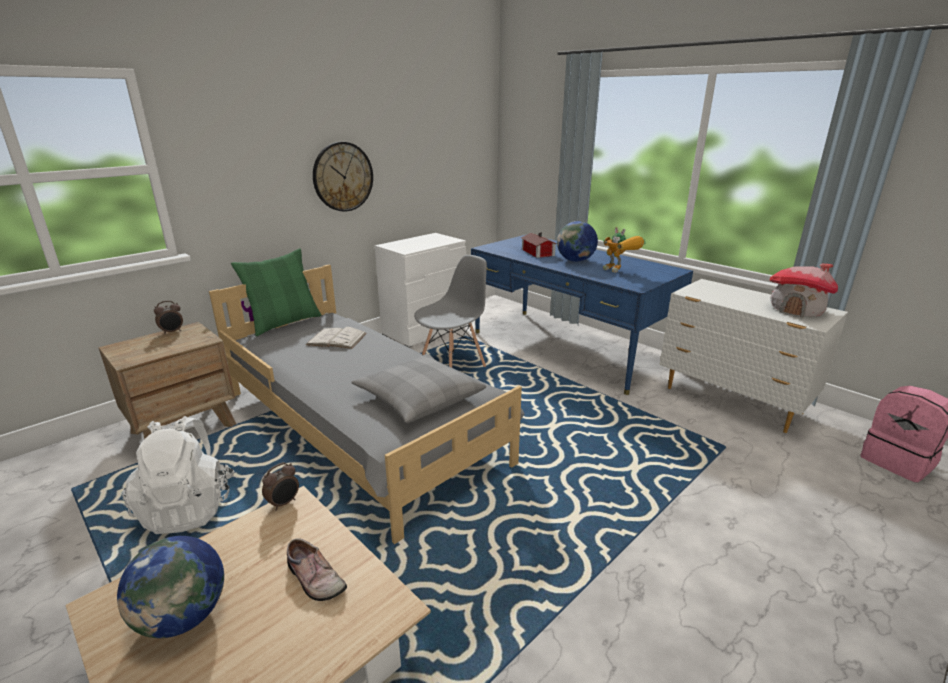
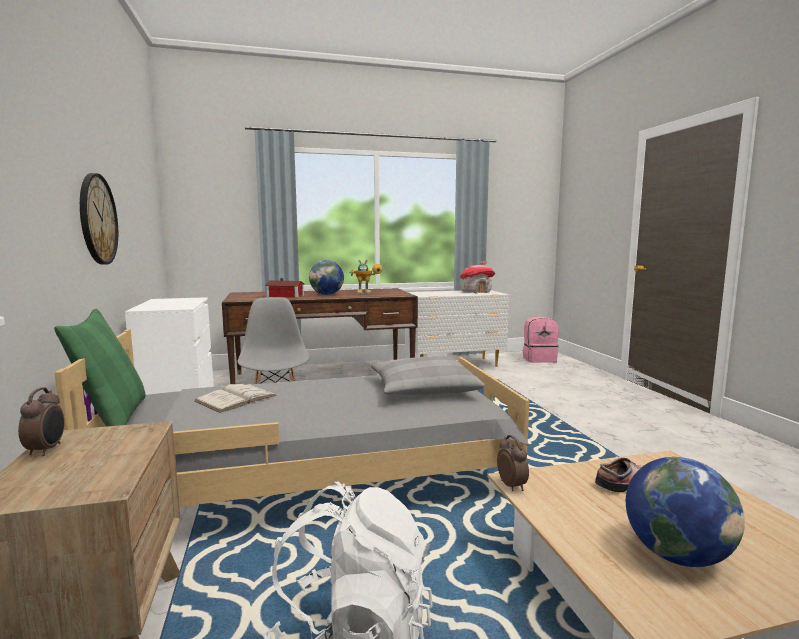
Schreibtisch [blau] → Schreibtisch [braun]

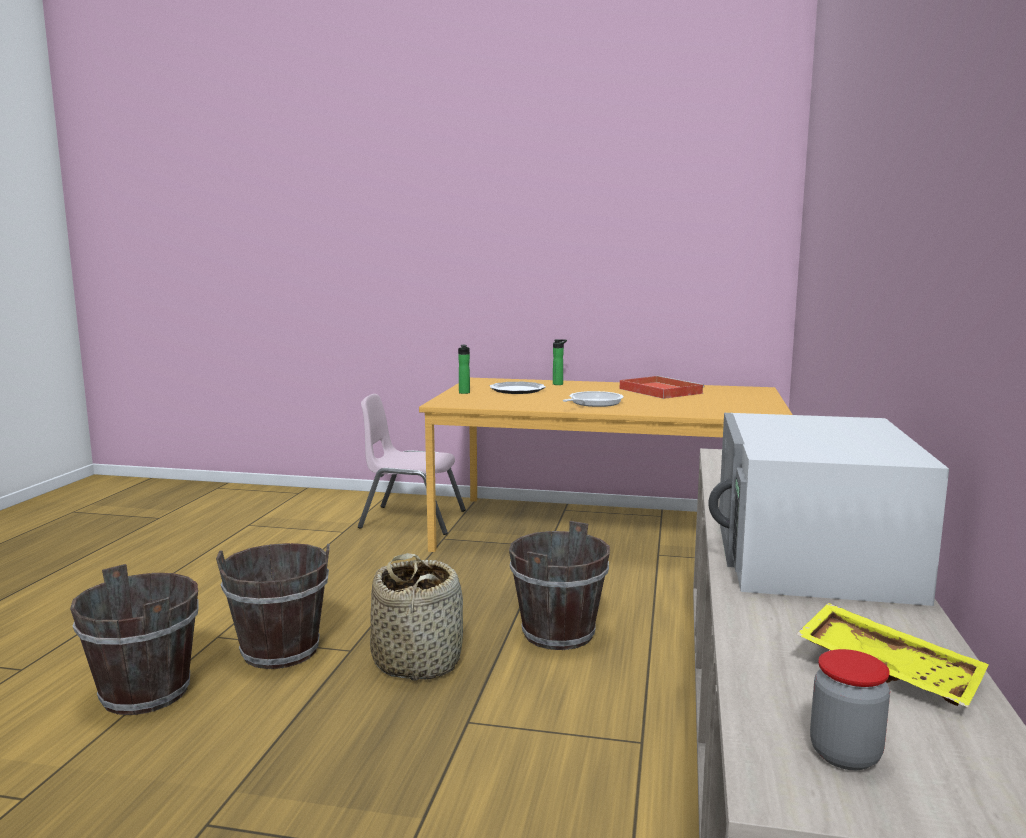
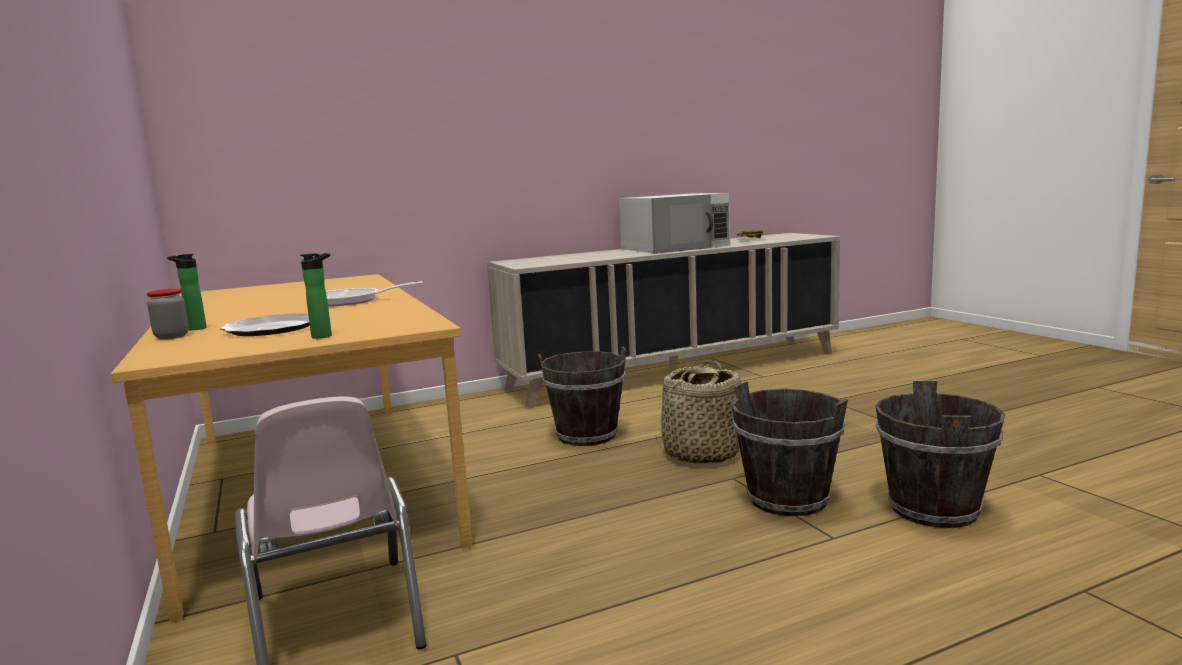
Tablett [rot] → -
Vorratsglas, shifted

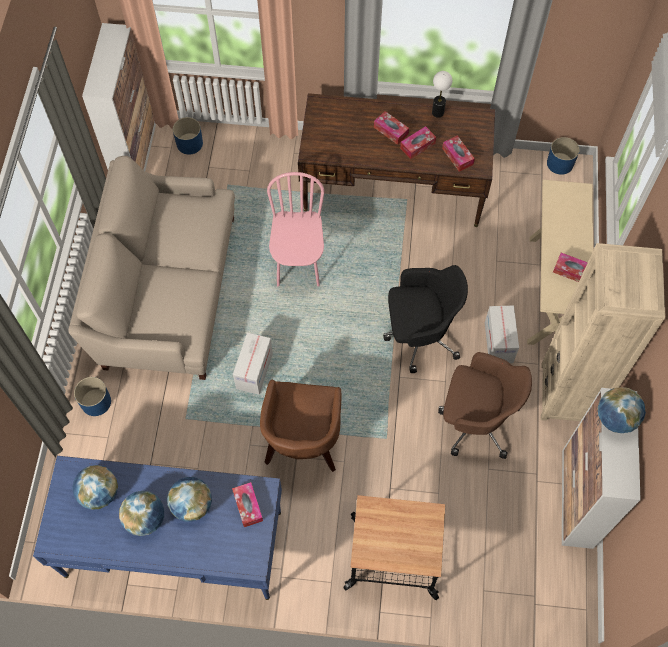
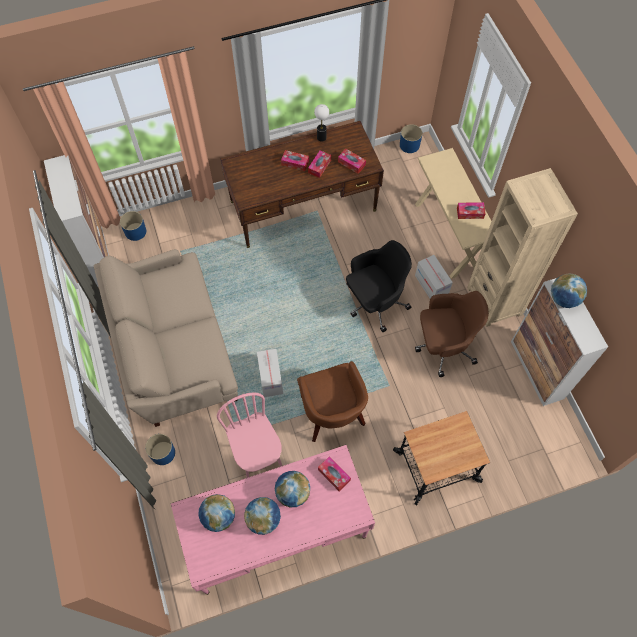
Stuhl [rosa], shifted
Schreibtisch [blau] → Schreibtisch [rosa]

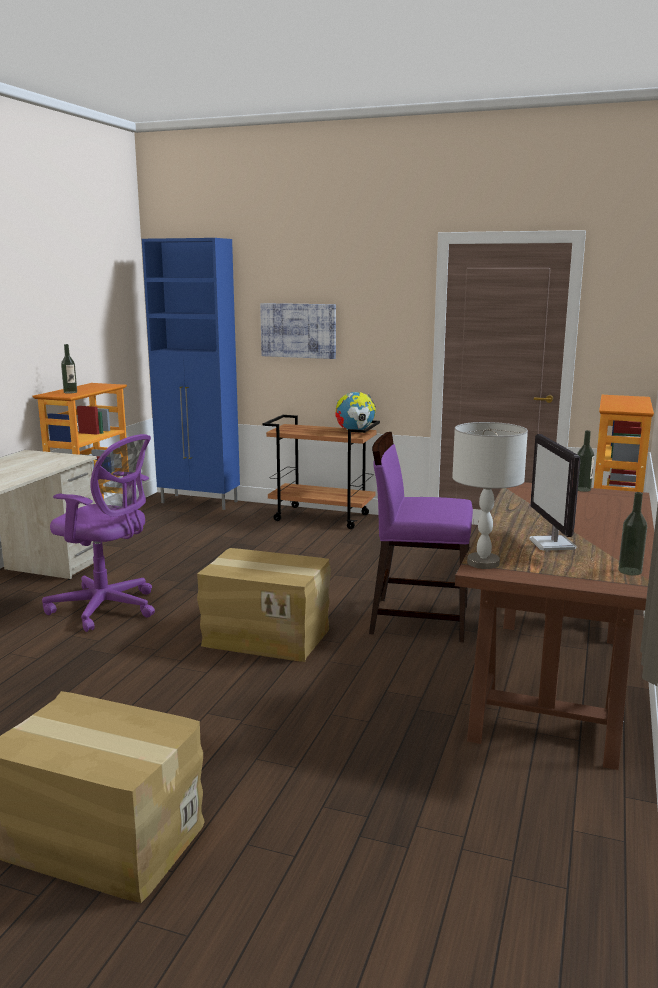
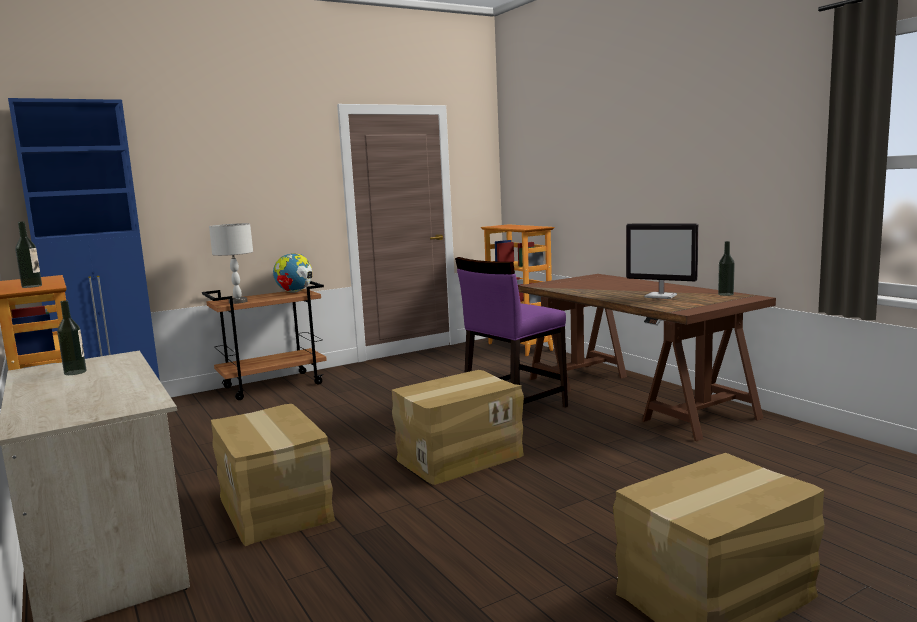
Bild → -
Tischlampe [grau], shifted
Flasche (no. 2 from left), shifted
Bürostuhl [lila] → Karton (no. 1 from left)

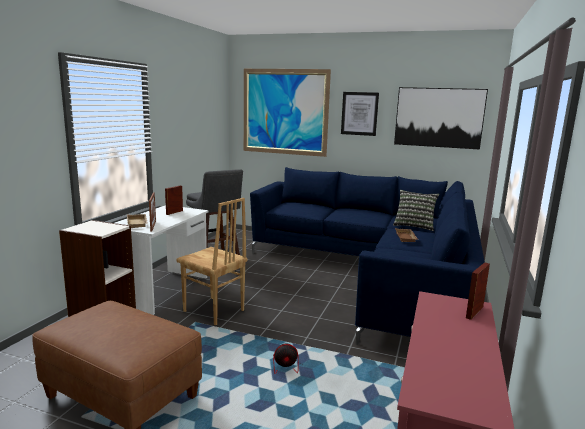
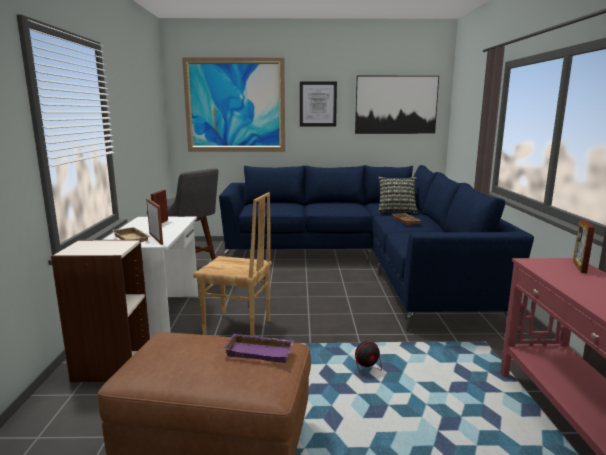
- → Tablett [lila]

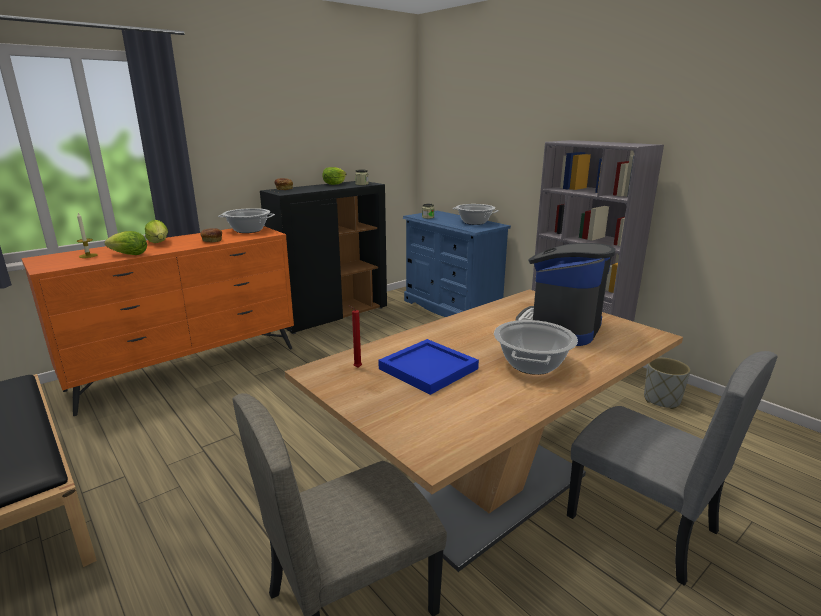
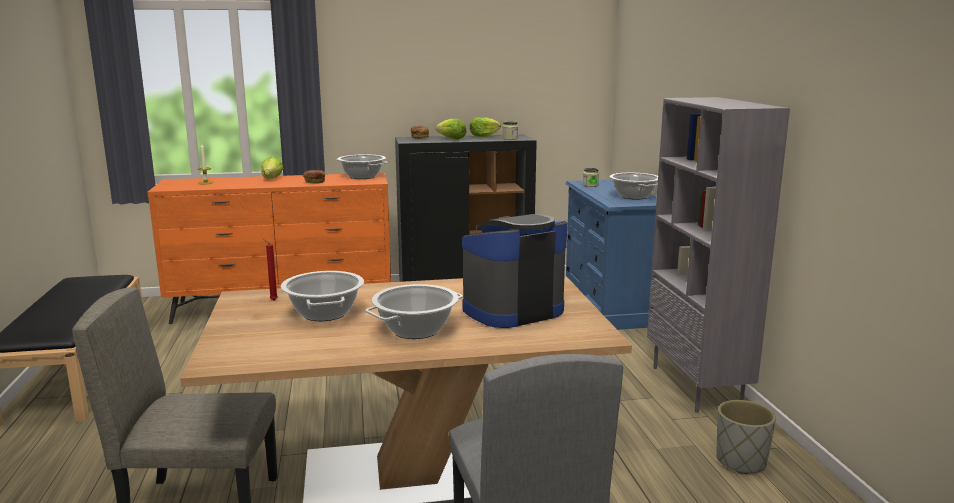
Salatkopf (no. 1 from left in the first image) → Salatkopf (no. 2 from left), shifted
Tablett [blau] → Kochtopf (no. 1 from left)

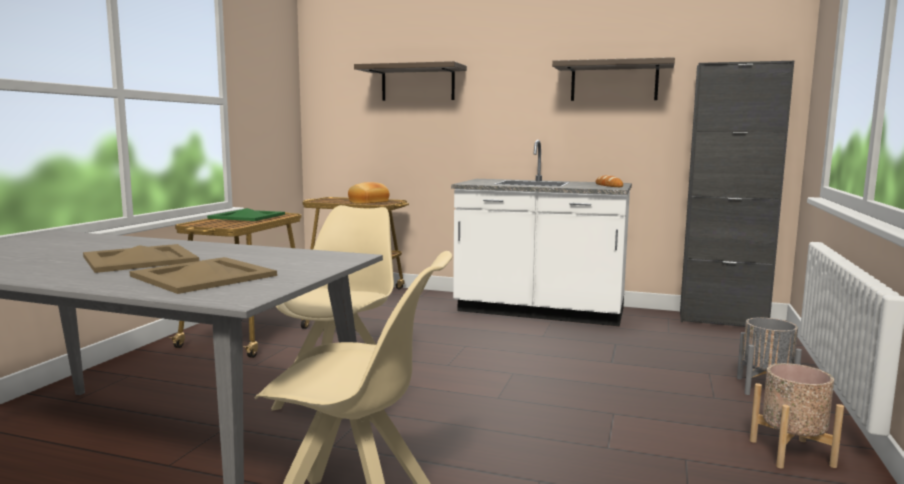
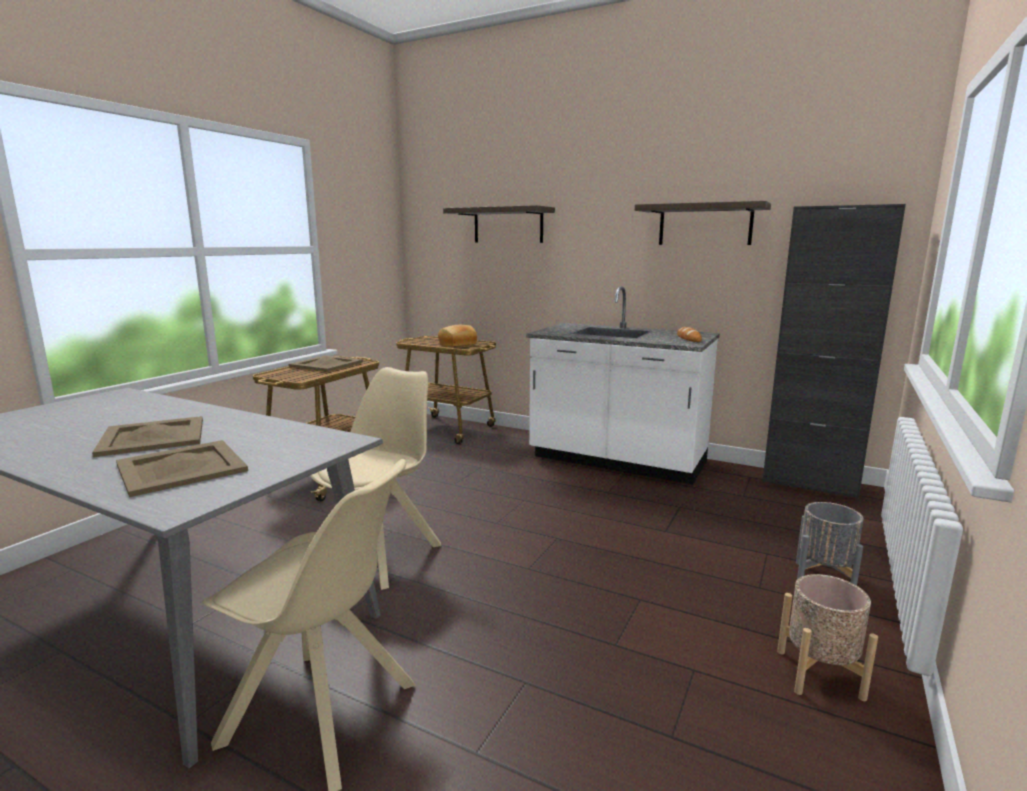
Tablett [grün] → Tablett [beige] (no. 3 from left)

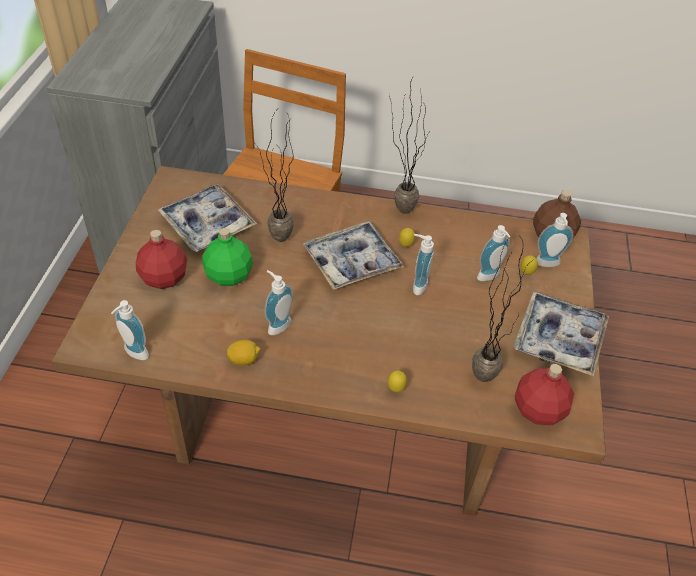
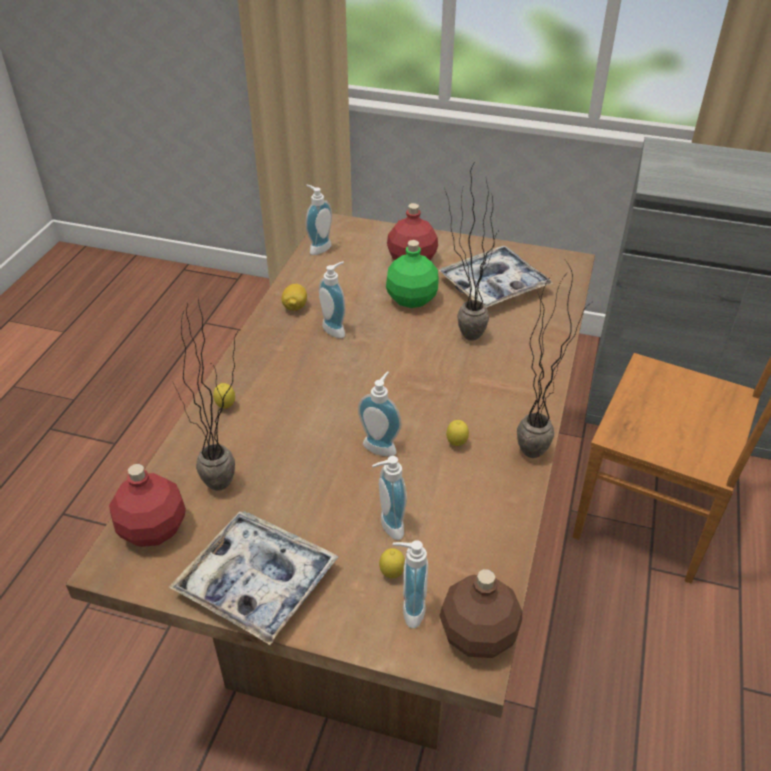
Tablett (no. 2 from left) → -

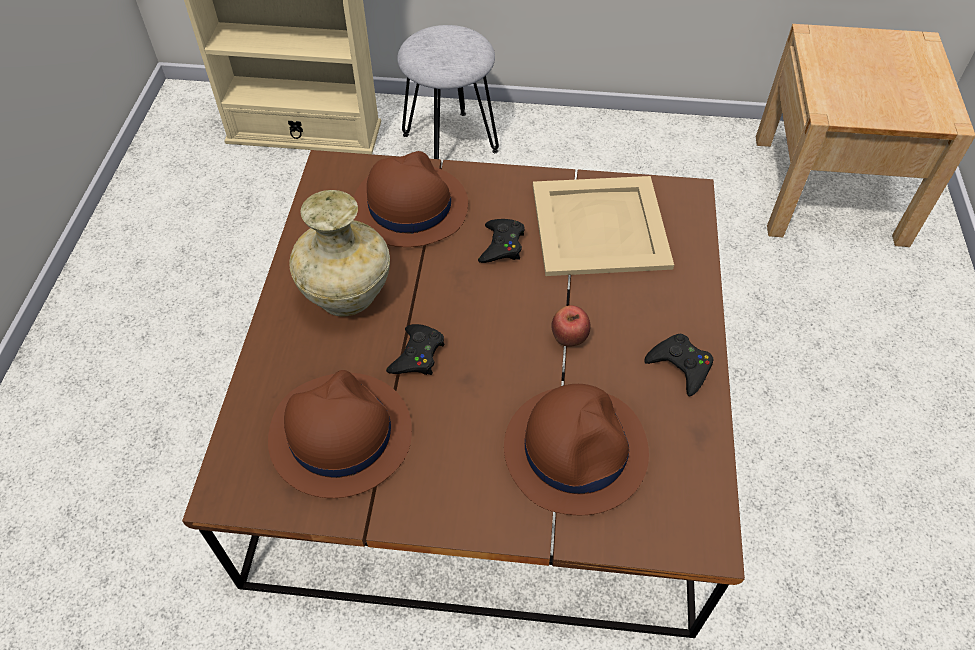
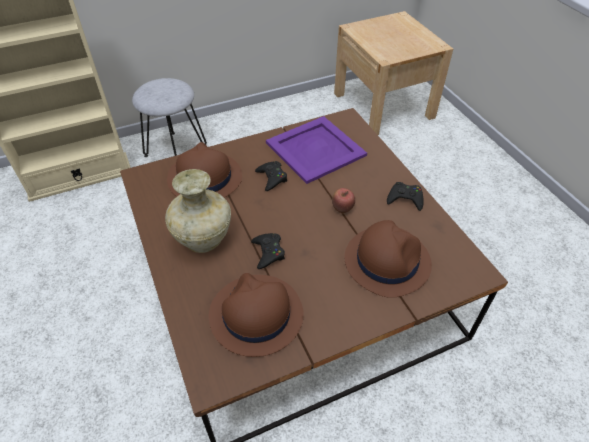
Tablett [beige] → Tablett [lila]

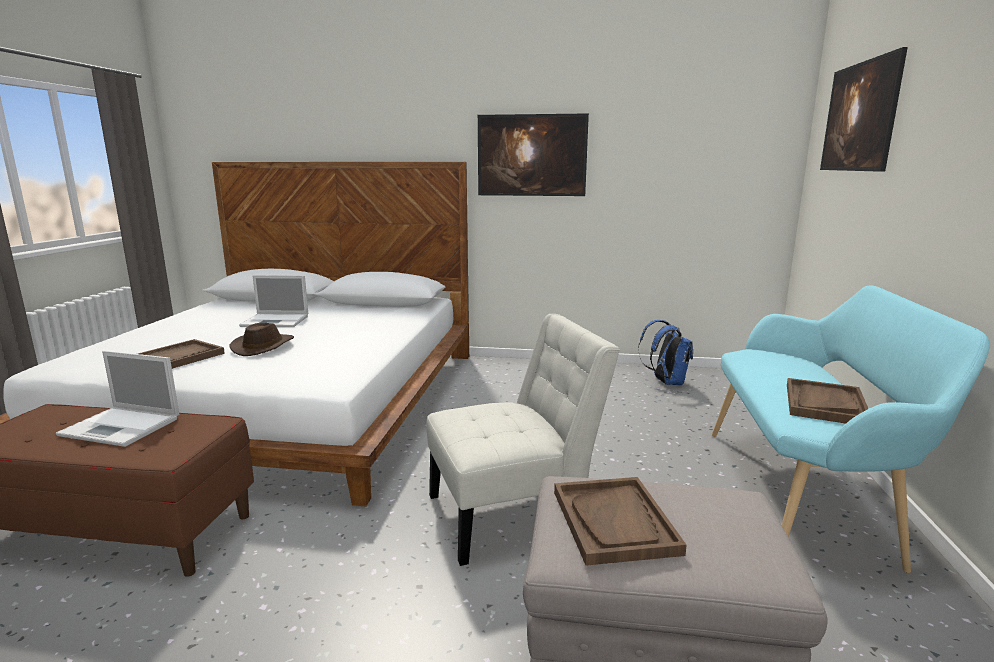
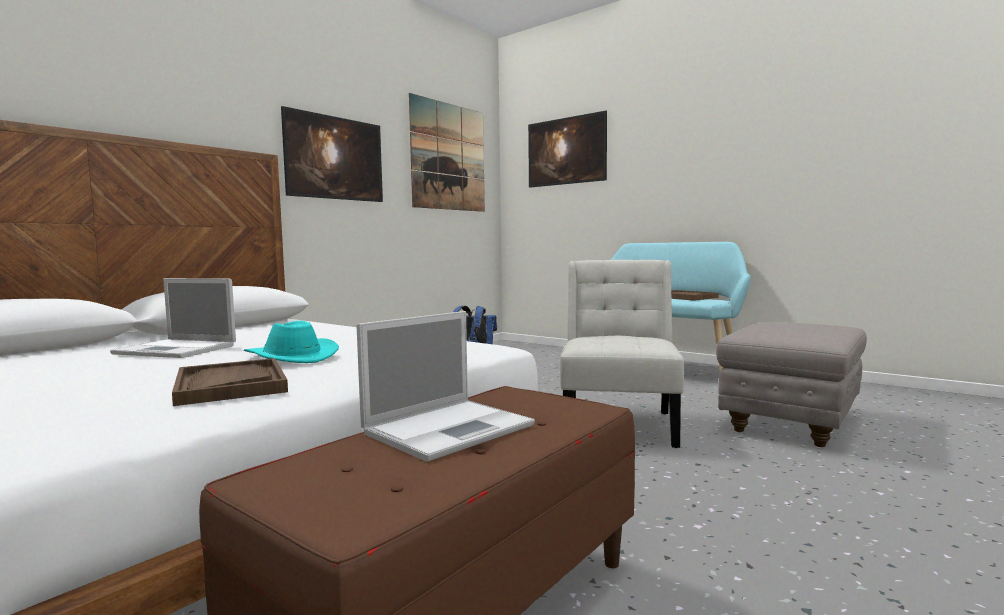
Laptop (no. 2 from left in the first image) → Laptop (no. 1 from left), 75 degrees clockwise
Hut [braun] → Hut [türkis]
Tablett [braun] (no. 2 from left) → -
- → Bild (no. 2 from left)

